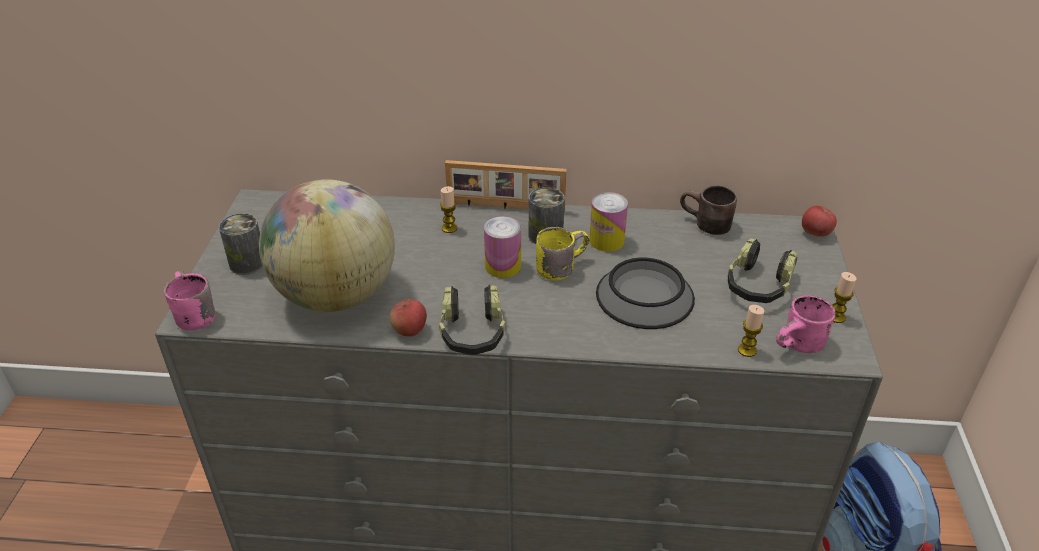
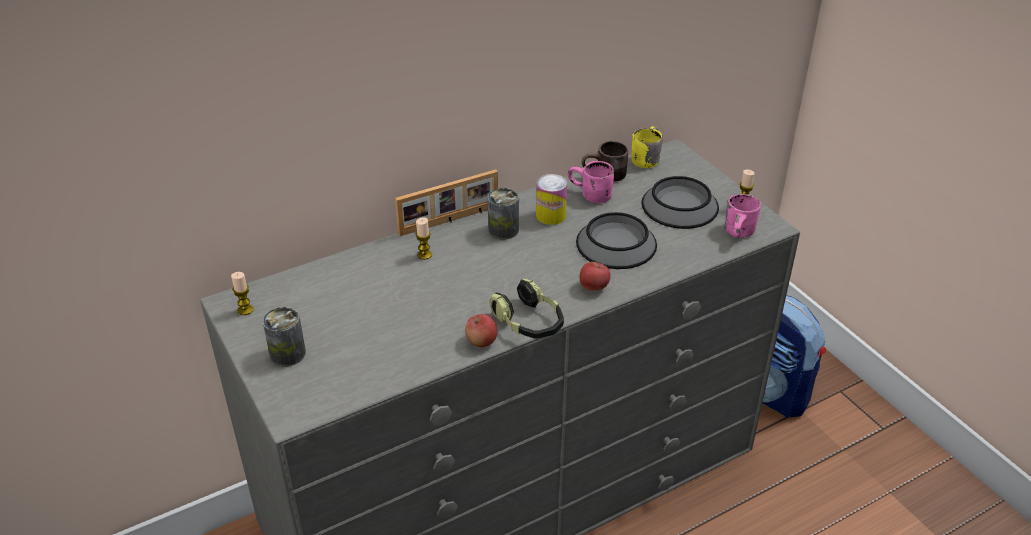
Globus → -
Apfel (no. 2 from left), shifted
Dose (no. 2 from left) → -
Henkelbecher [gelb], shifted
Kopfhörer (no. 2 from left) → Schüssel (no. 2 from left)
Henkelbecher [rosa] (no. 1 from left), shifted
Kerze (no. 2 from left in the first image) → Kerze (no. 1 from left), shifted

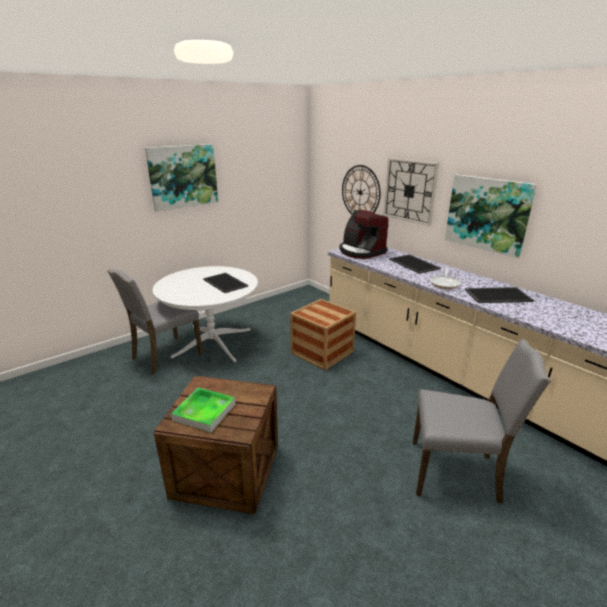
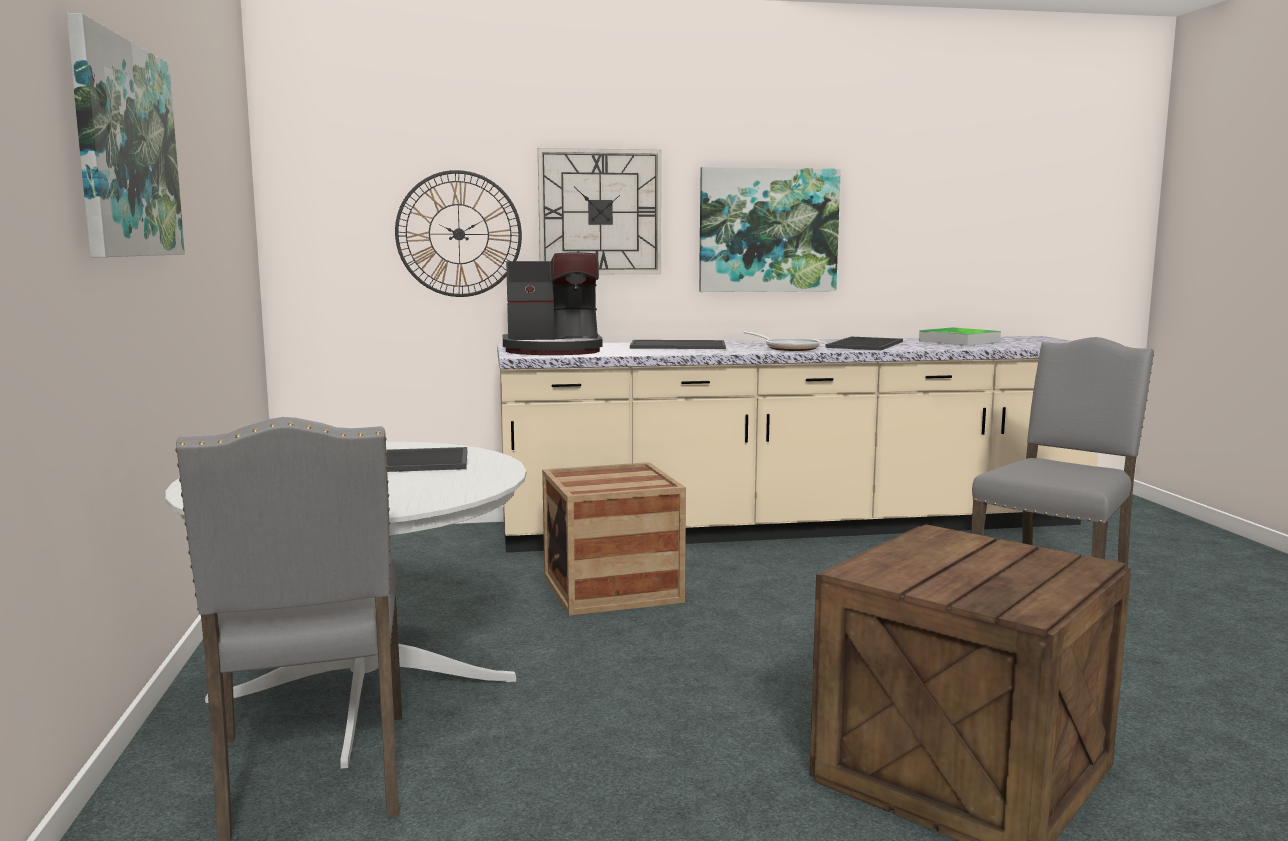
Tablett (no. 1 from left in the first image) → Tablett (no. 4 from left), shifted

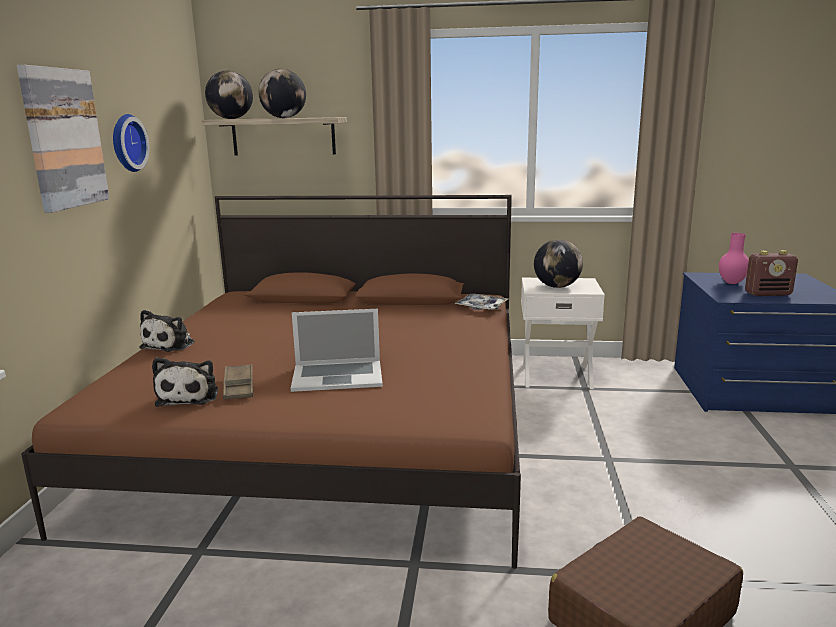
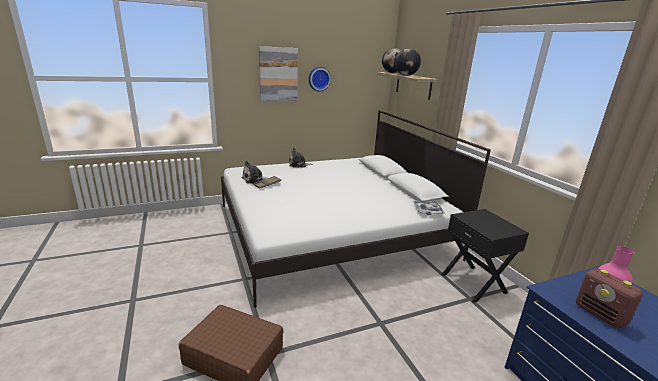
Bett [braun] → Bett [weiß]
Globus (no. 3 from left) → -
Nachttisch [weiß] → Nachttisch [schwarz]
Laptop → -

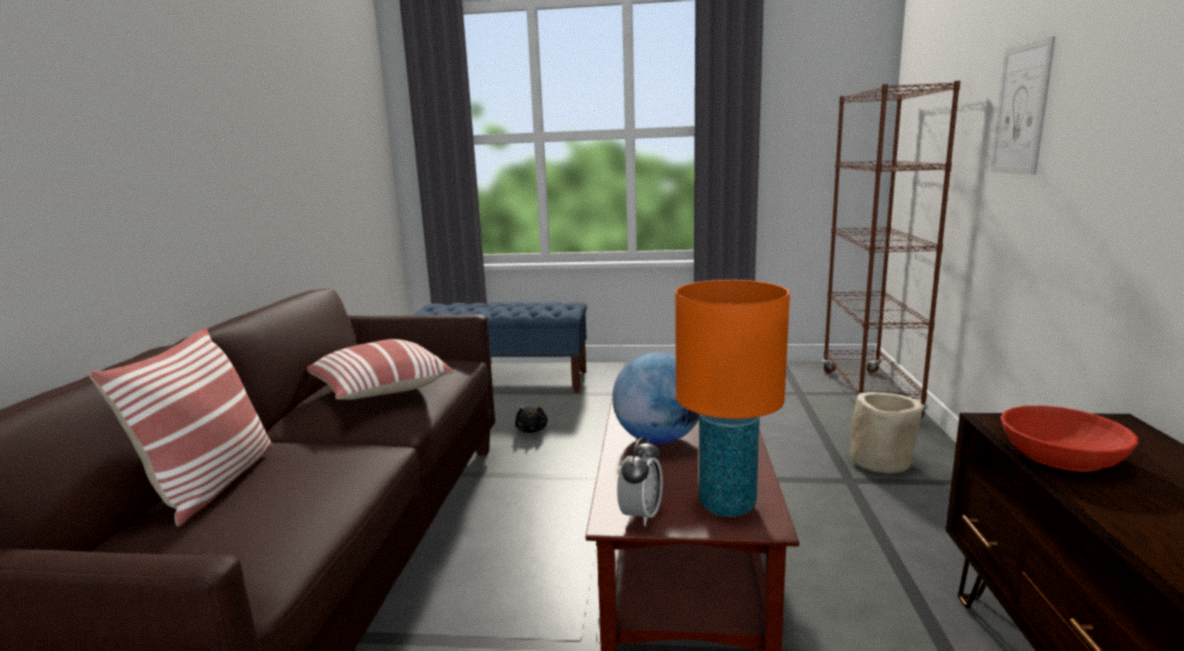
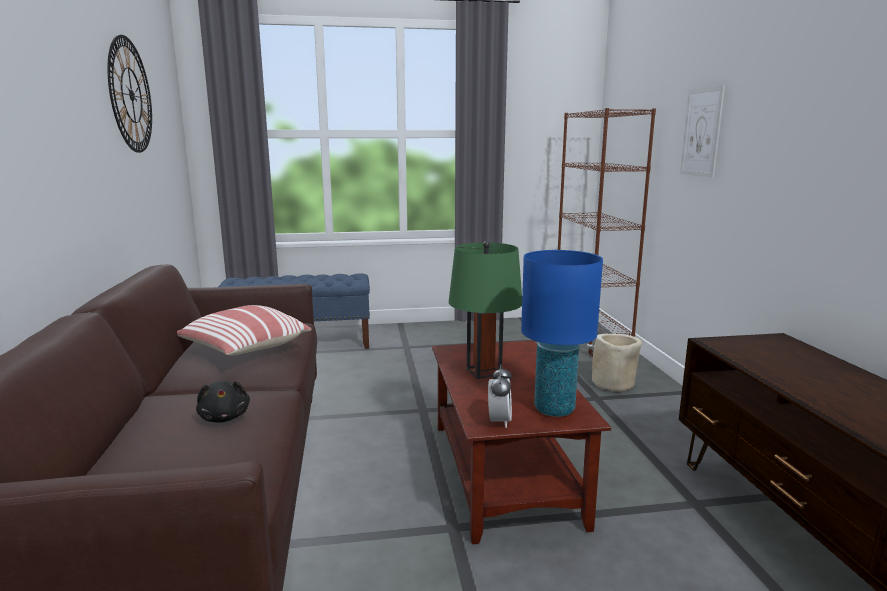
Tischlampe [orange] → Tischlampe [blau]
Kissen (no. 1 from left) → -
Globus → Tischlampe [grün]
Plüschtier [schwarz], shifted
Schüssel [rot] → -
- → Wanduhr

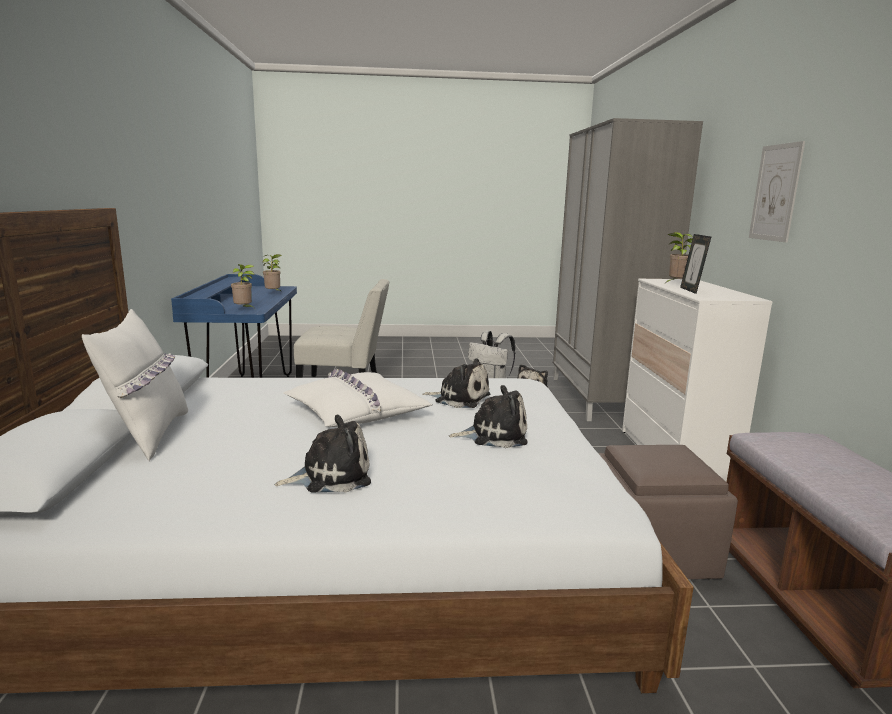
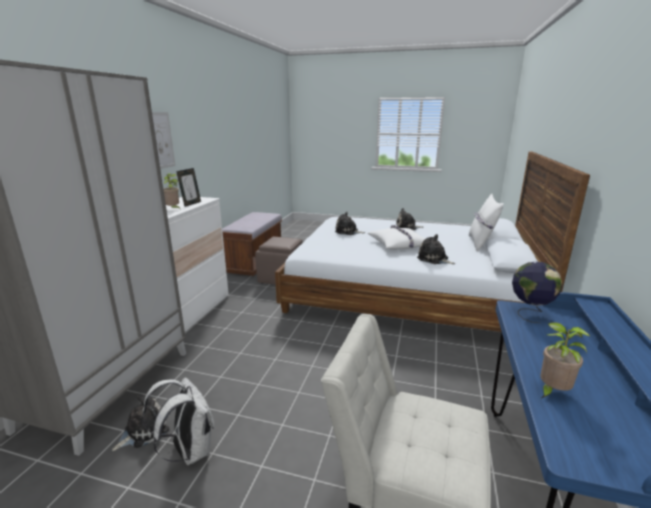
Topfpflanze (no. 1 from left) → Globus
Plüschtier (no. 2 from left in the first image) → Plüschtier (no. 4 from left), shifted

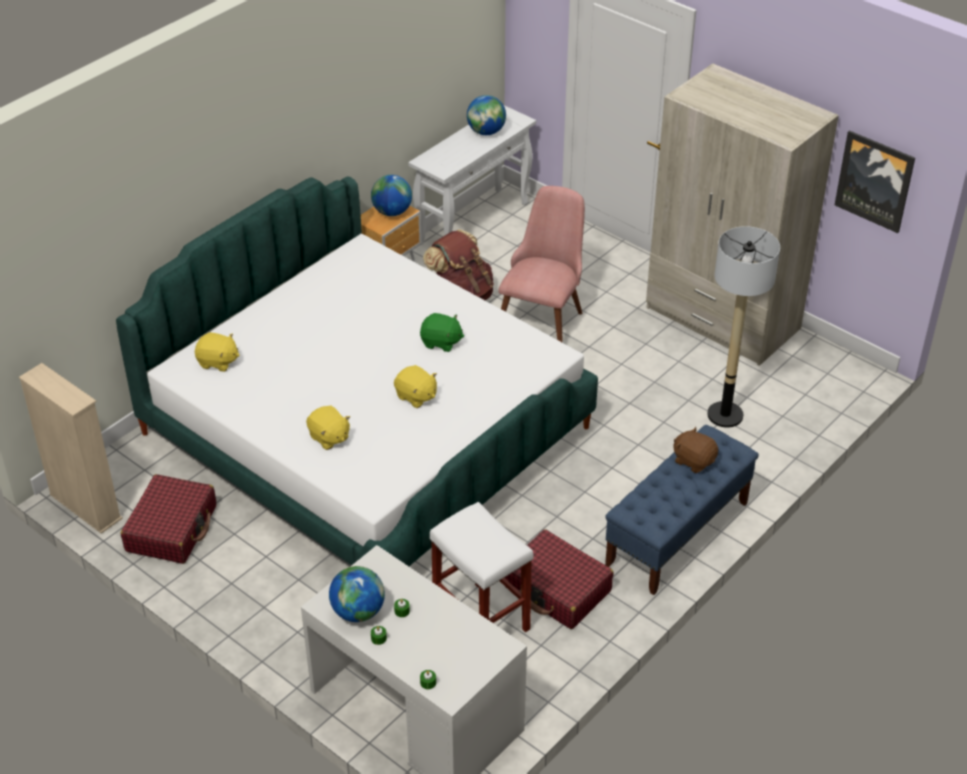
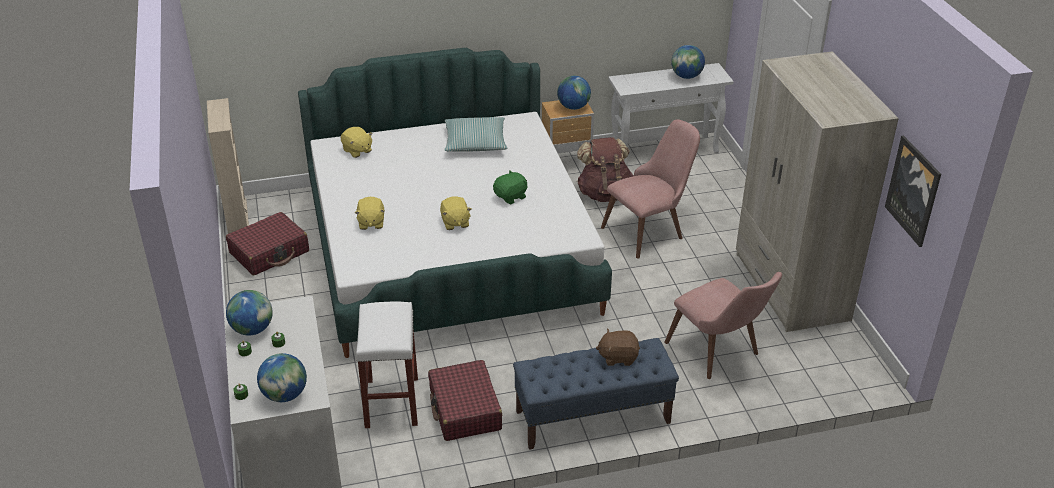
Stehlampe → Stuhl [rosa] (no. 2 from left)
Plüschtier [grün], 90 degrees counterclockwise
Plüschtier [braun], 75 degrees counterclockwise
- → Kissen
- → Globus (no. 2 from left)

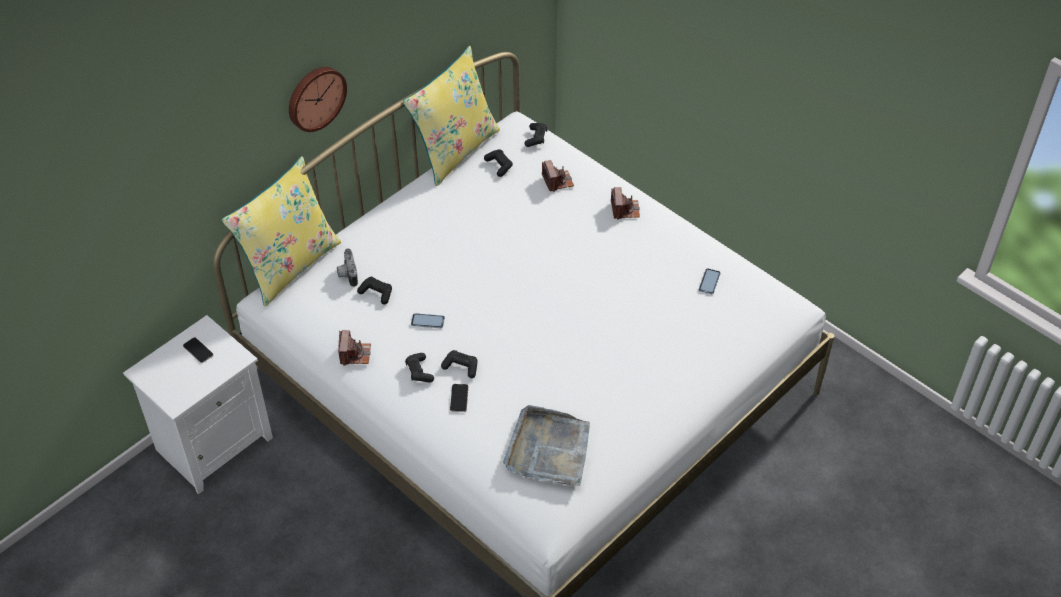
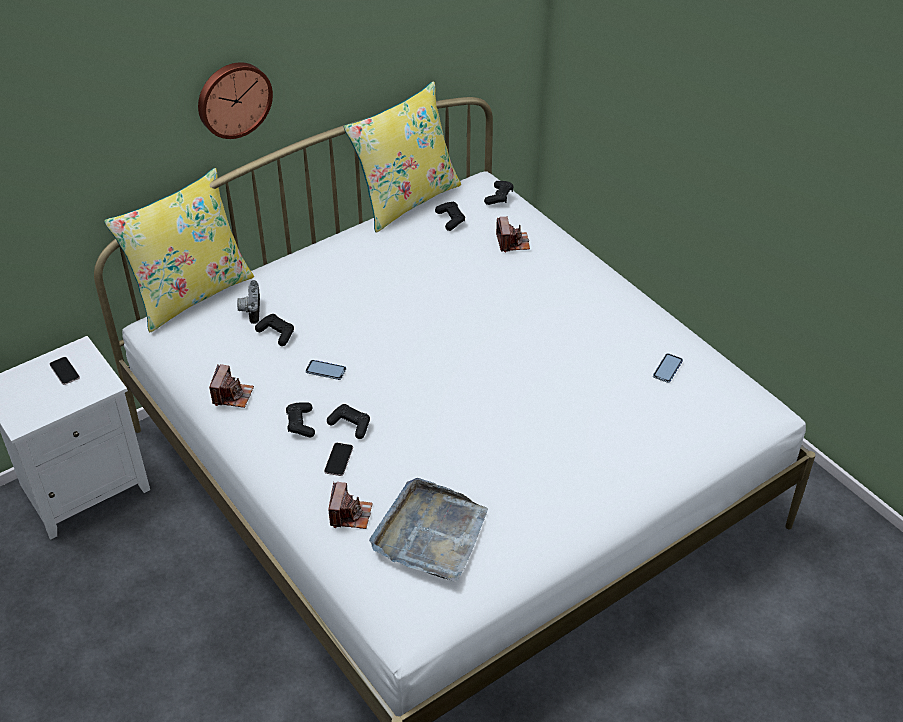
Kamera (no. 4 from left in the first image) → Kamera (no. 3 from left), shifted

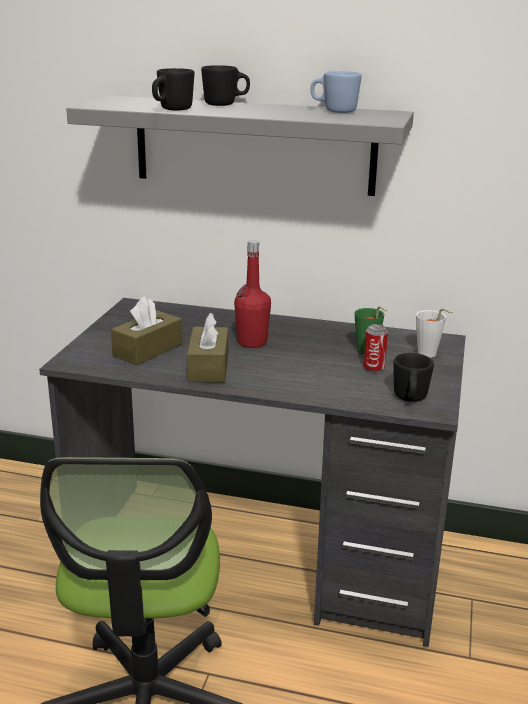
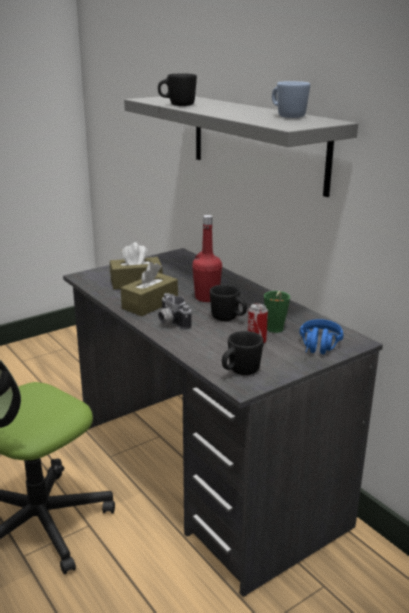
Henkelbecher [schwarz] (no. 2 from left), shifted
Tasse [weiß] → Kopfhörer [blau]
- → Kamera

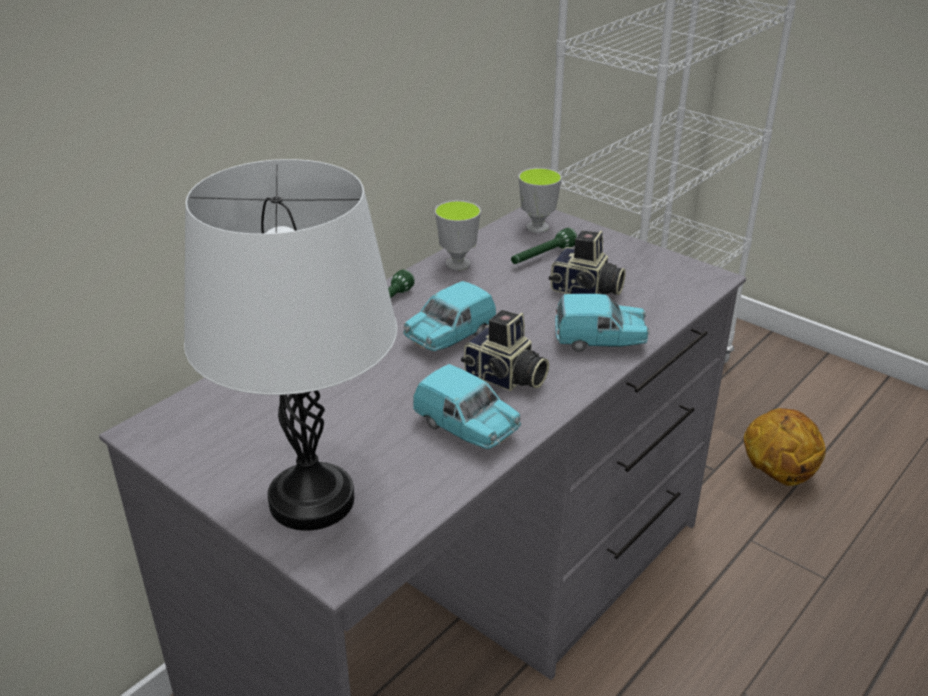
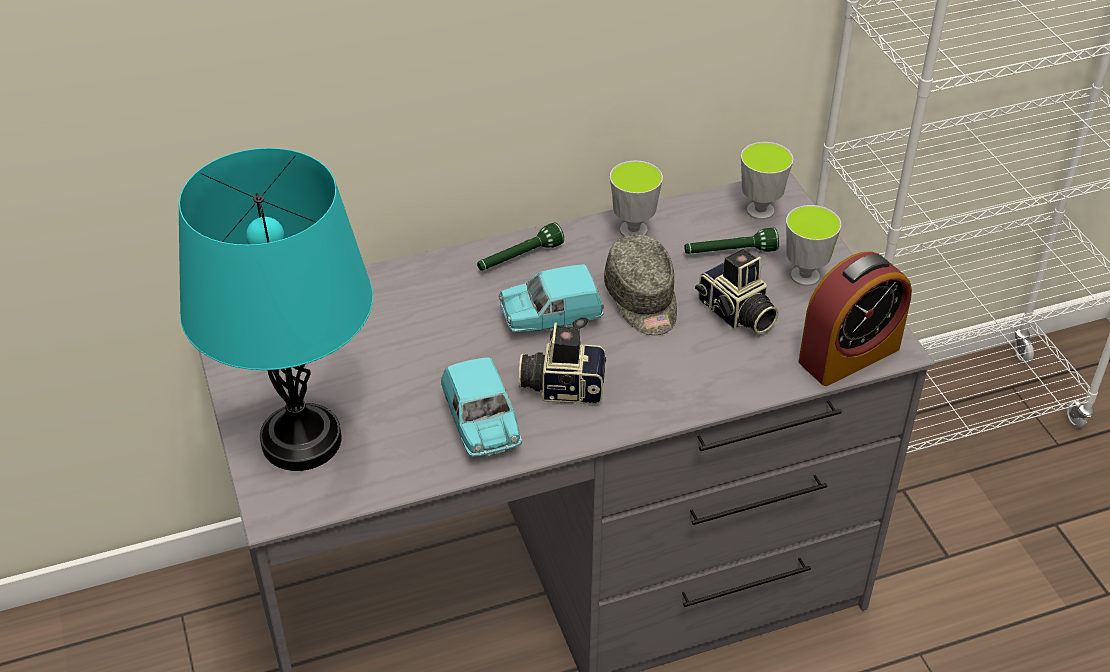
Tischlampe [weiß] → Tischlampe [türkis]
Spielzeugauto [türkis] (no. 3 from left) → -
Kamera (no. 1 from left), 120 degrees clockwise
Basketball → -
- → Tasse (no. 3 from left)
- → Kappe [grau]
- → Wecker

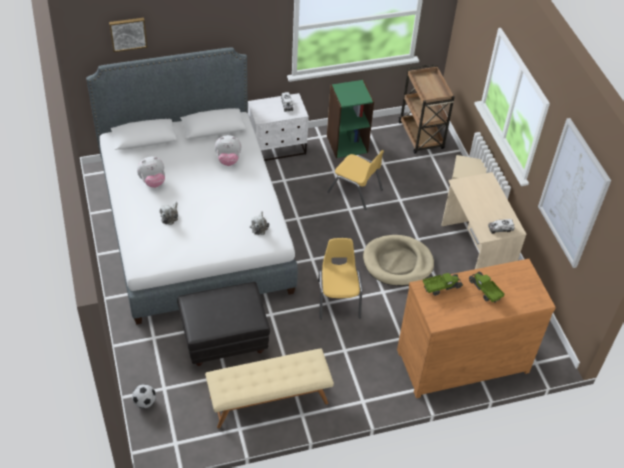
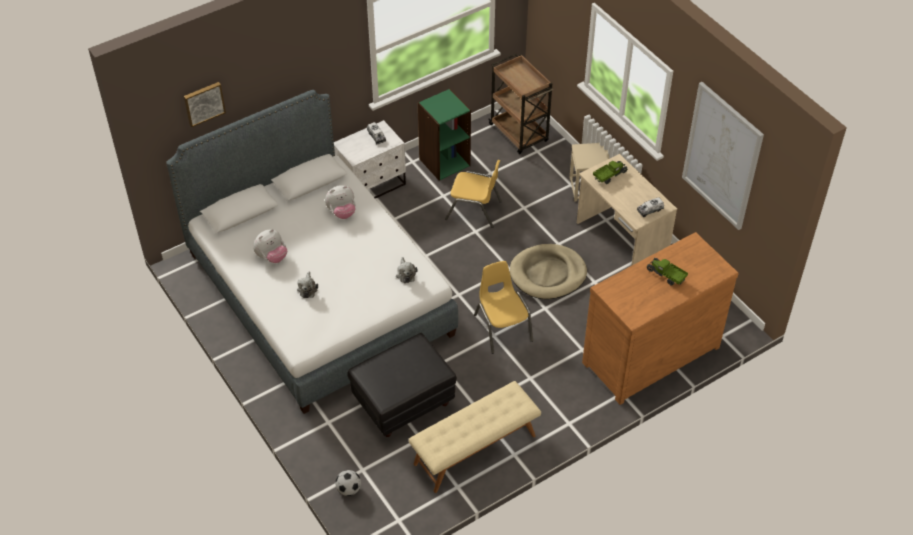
Spielzeuglaster (no. 2 from left), shifted

